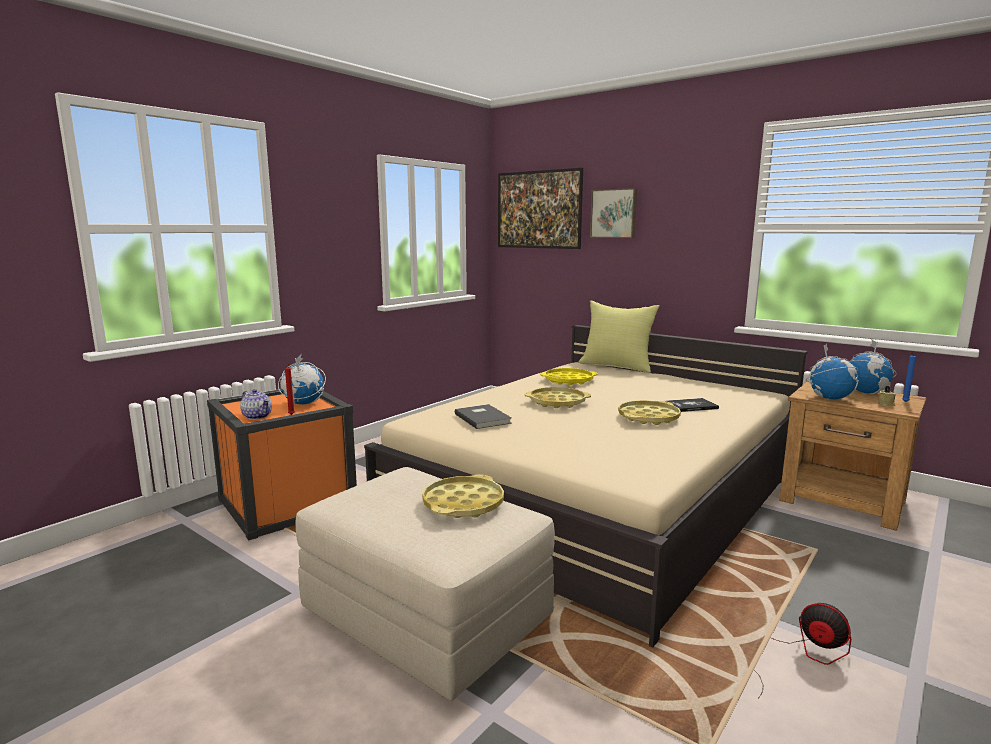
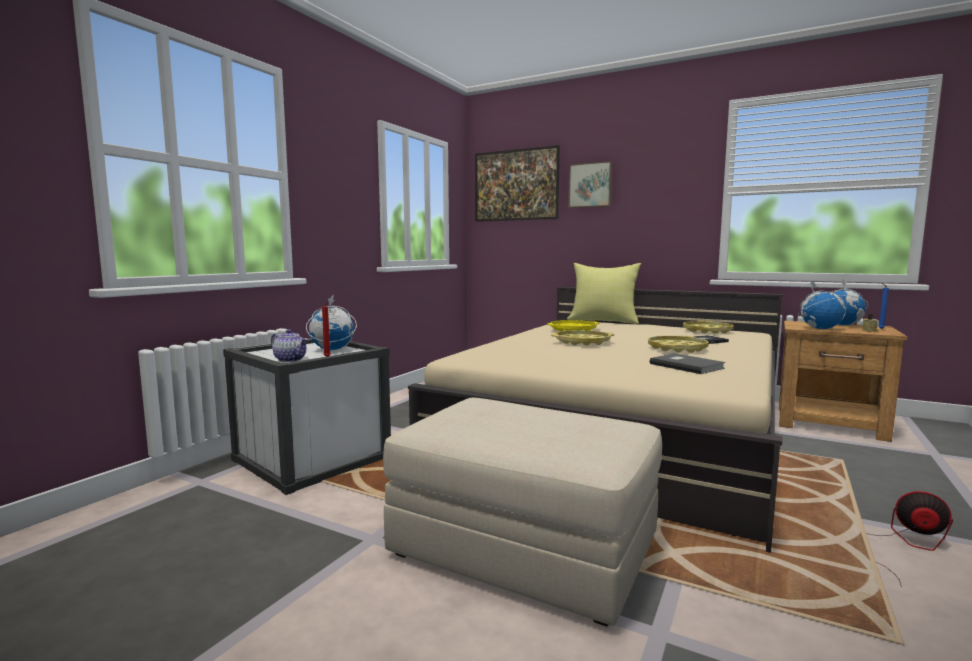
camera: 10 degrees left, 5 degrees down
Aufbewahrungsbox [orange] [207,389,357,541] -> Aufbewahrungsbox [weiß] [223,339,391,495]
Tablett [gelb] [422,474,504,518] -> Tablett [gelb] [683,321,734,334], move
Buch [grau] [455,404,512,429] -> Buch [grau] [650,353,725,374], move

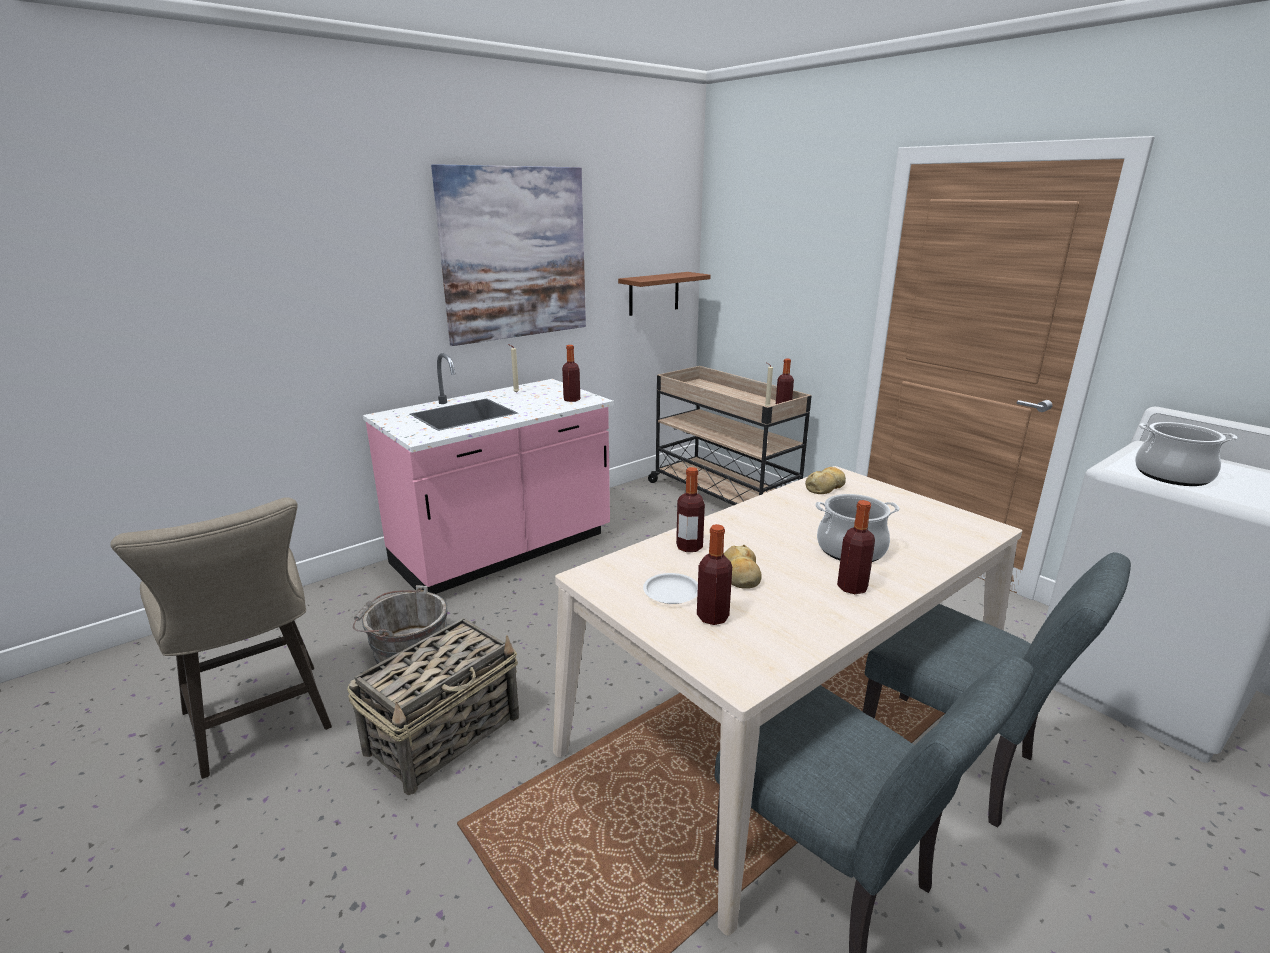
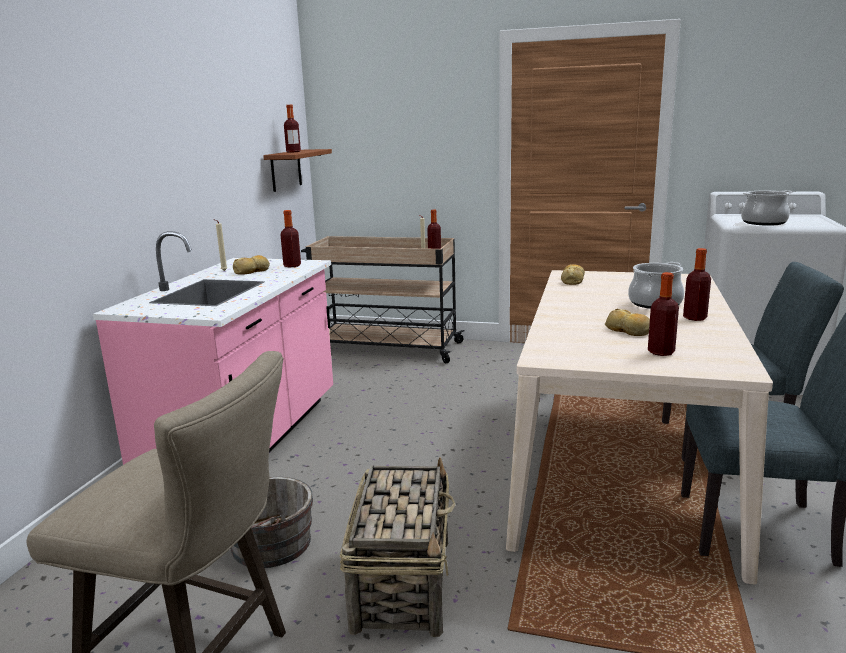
camera: 35 degrees left, 5 degrees down
Bild [431,164,586,346] -> none
Teller [weiß] [643,573,698,604] -> none
Flasche [676,467,705,552] -> Flasche [284,105,301,152], move
none -> Brot [233,255,270,275]

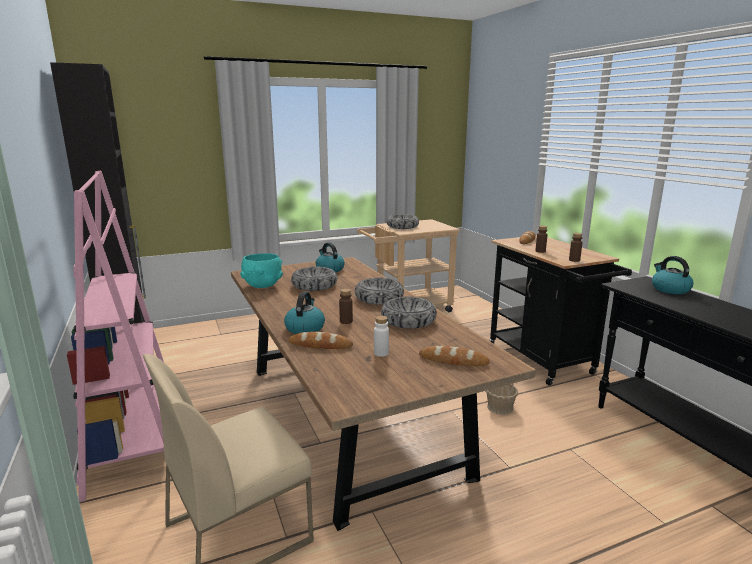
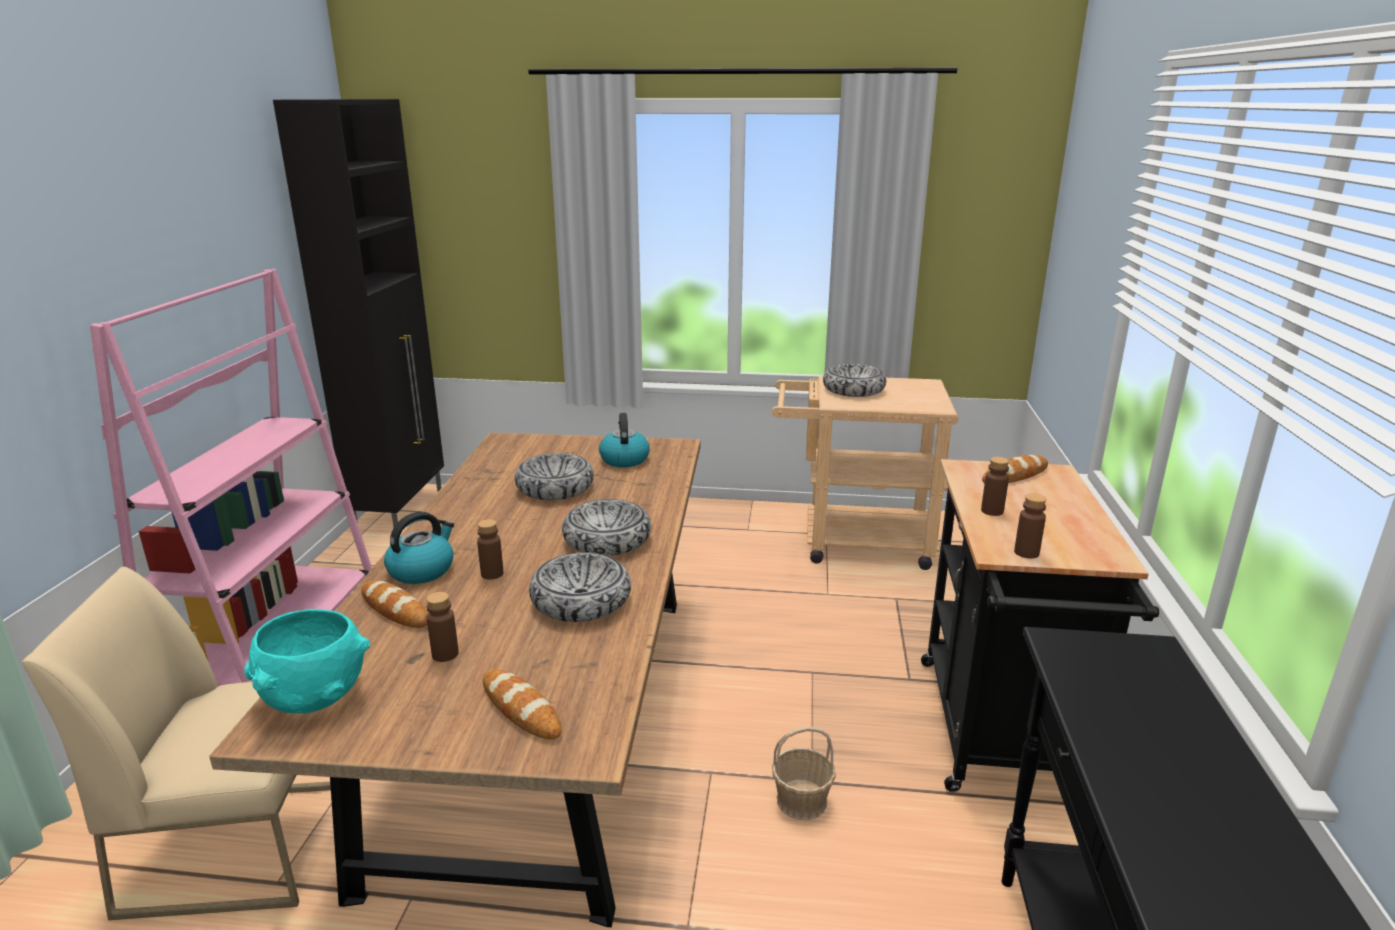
camera: 30 degrees right, 5 degrees up
Schüssel [türkis] [240,253,283,288] -> Schüssel [türkis] [244,609,370,713], move
Flasche [weiß] [374,316,389,357] -> Flasche [braun] [427,592,459,662]
Wasserkessel [652,256,694,294] -> none

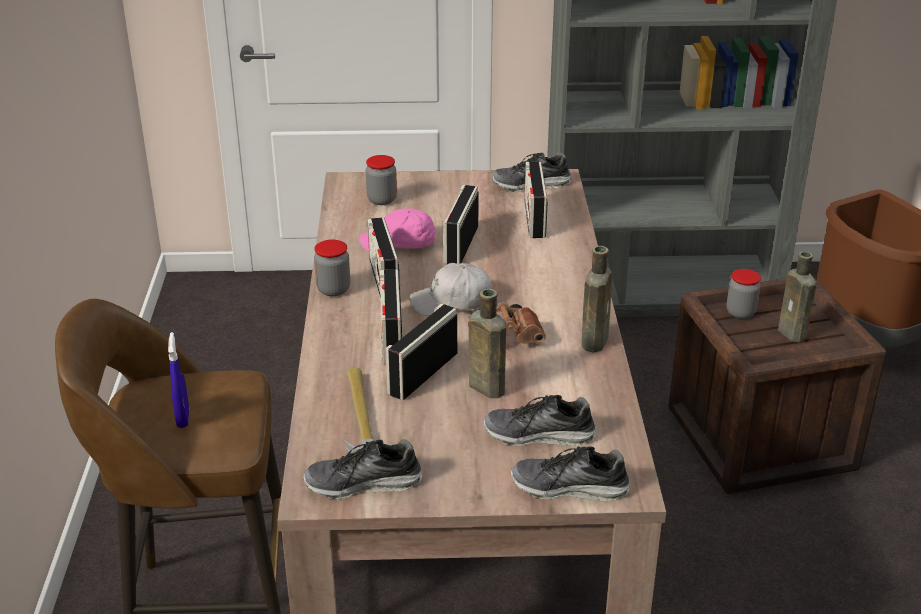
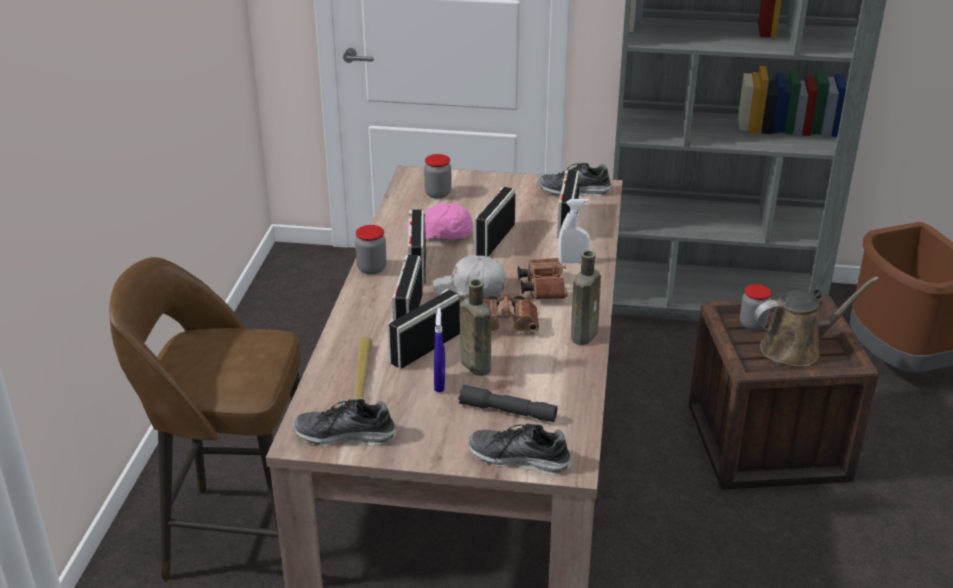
camera: 10 degrees right, 0 degrees up
Sprühflasche [blau] [168,332,189,428] -> Sprühflasche [blau] [434,308,445,392], move
Schuh [483,395,596,446] -> Taschenlampe [grau] [458,385,557,422]
Flasche [braun] [778,251,817,342] -> Gießkanne [braun] [754,277,879,367]
none -> Fernglas [braun] [518,258,567,299]
none -> Sprühflasche [weiß] [558,199,590,263]

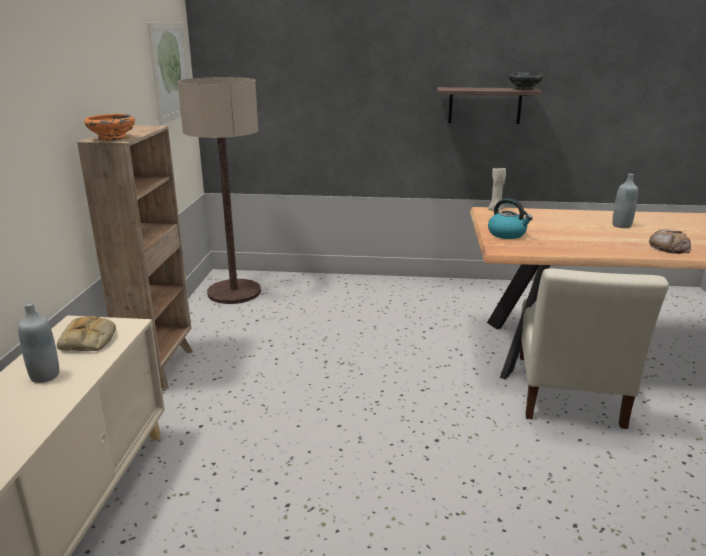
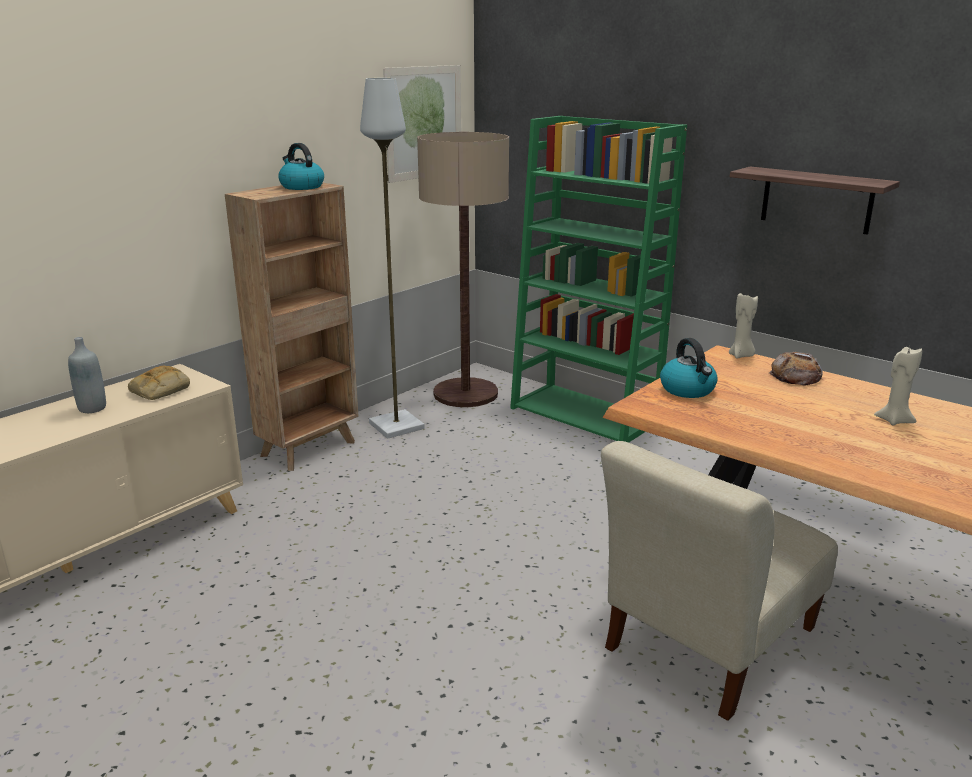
camera: 35 degrees right, 0 degrees up
Schüssel [orange] [84,114,135,141] -> none
Schüssel [schwarz] [509,73,543,90] -> none
Flasche [grau] [612,174,638,228] -> Kerze [beige] [874,347,922,425]
Brot [649,229,691,254] -> Brot [769,352,823,386], move
none -> Wasserkessel [278,143,324,190]
none -> Stehlampe [grau] [360,78,425,439]
none -> Bücherregal [grün] [510,116,687,443]

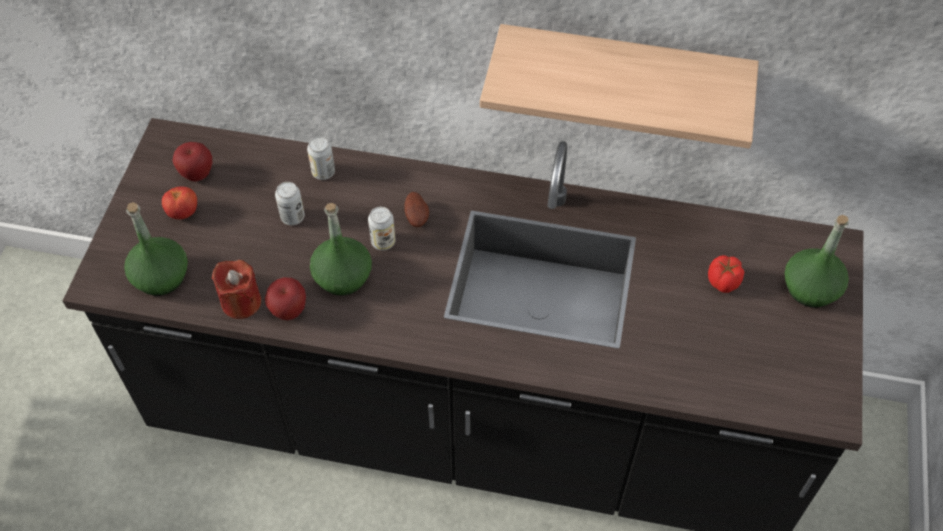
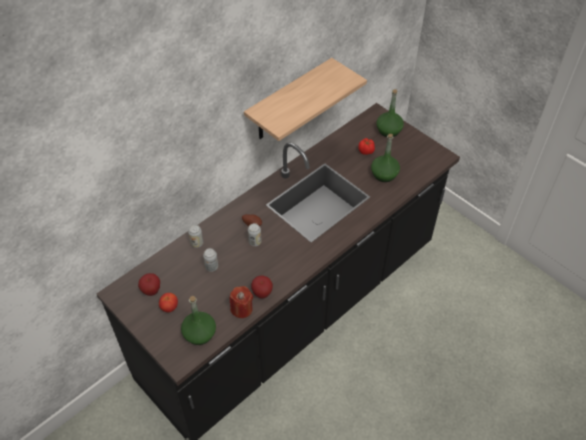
camera: 55 degrees left, 5 degrees down
Flasche [grün] [310,203,372,296] -> Flasche [grün] [371,134,400,182], move

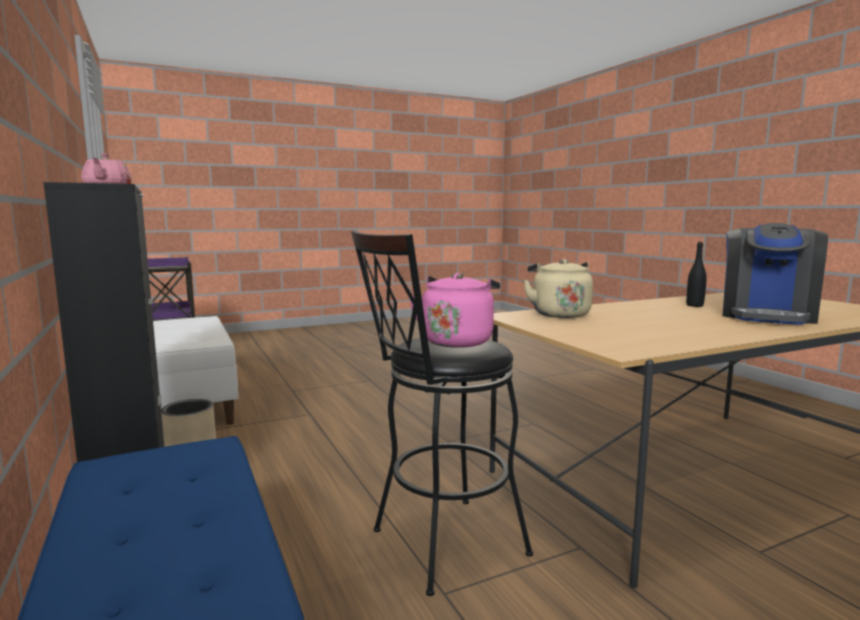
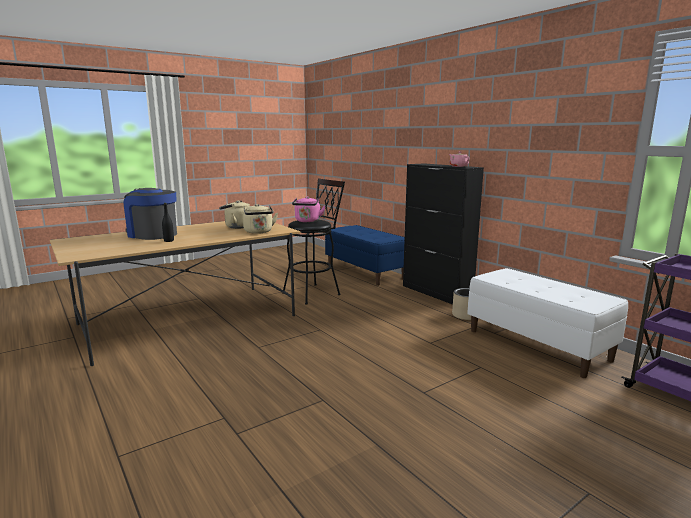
camera: 170 degrees right, 5 degrees up
Kaffeemaschine [723,223,828,325] -> Kaffeemaschine [124,188,177,240], 75 degrees counterclockwise
none -> Wasserkessel [beige] [219,201,250,229]

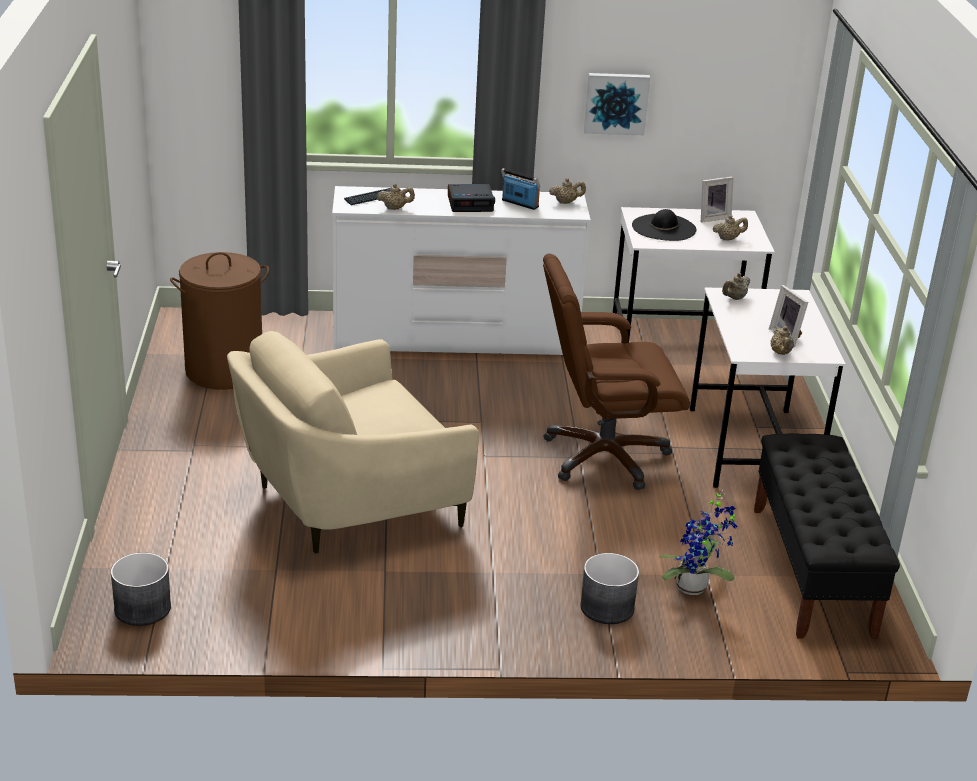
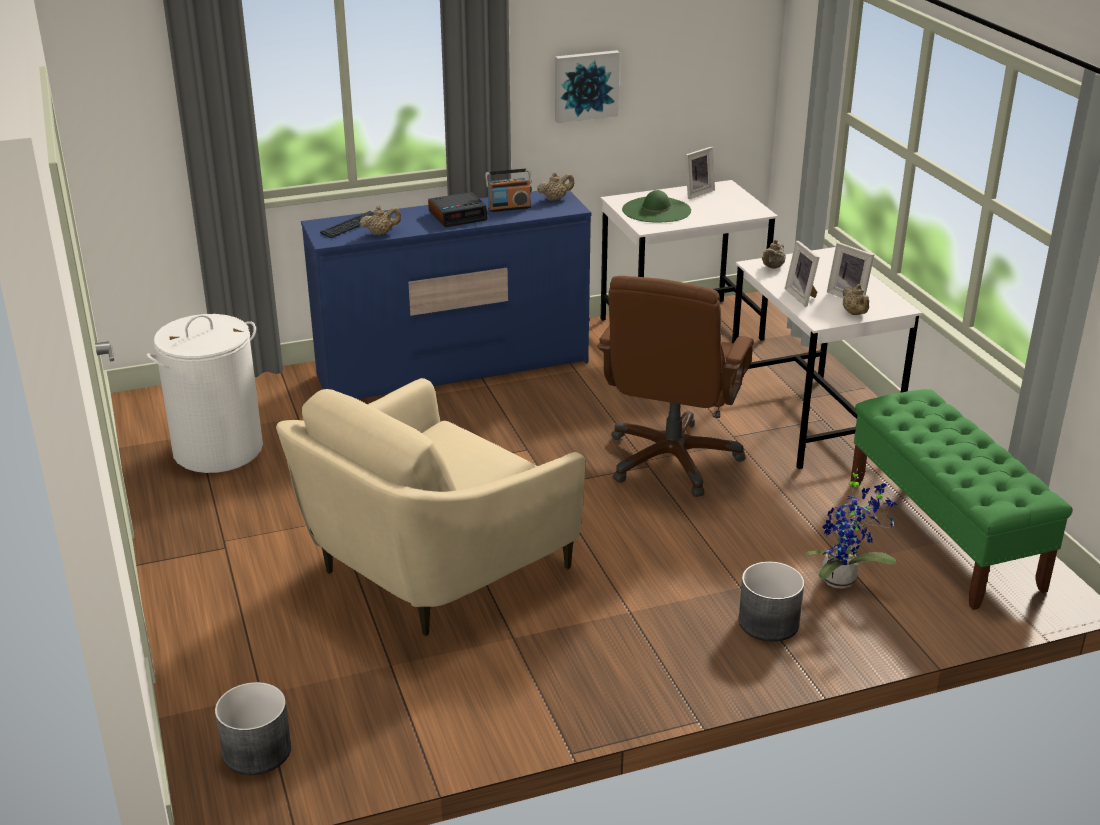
camera: 15 degrees left, 0 degrees up
Wäschekorb [braun] [170,252,269,390] -> Wäschekorb [weiß] [146,314,263,473]
Kommode [weiß] [332,186,591,355] -> Kommode [blau] [301,190,591,399]
Radio [501,168,540,210] -> Radio [485,168,532,212], 150 degrees clockwise
Bürostuhl [braun] [543,254,690,490] -> Bürostuhl [braun] [597,276,754,497], 45 degrees counterclockwise
Hut [schwarz] [632,209,696,241] -> Hut [grün] [622,190,691,222]
Teekanne [beige] [713,215,748,241] -> none
Bank [schwarz] [754,433,900,639] -> Bank [grün] [851,389,1073,610]
none -> Bilderrahmen [785,241,820,307]

